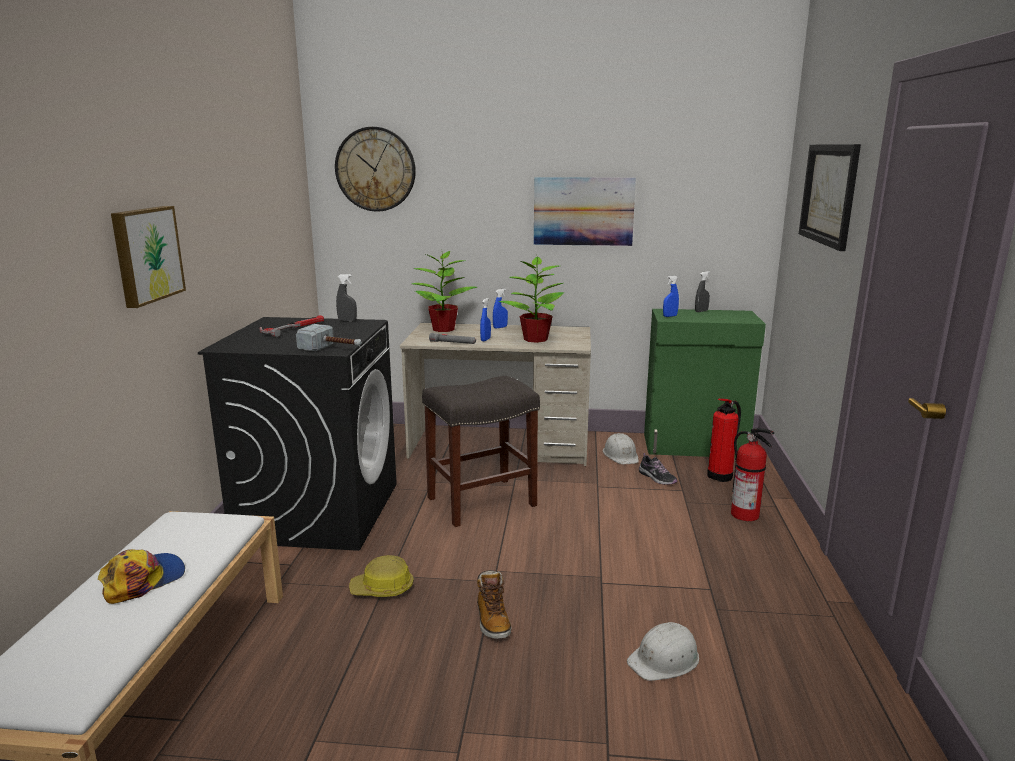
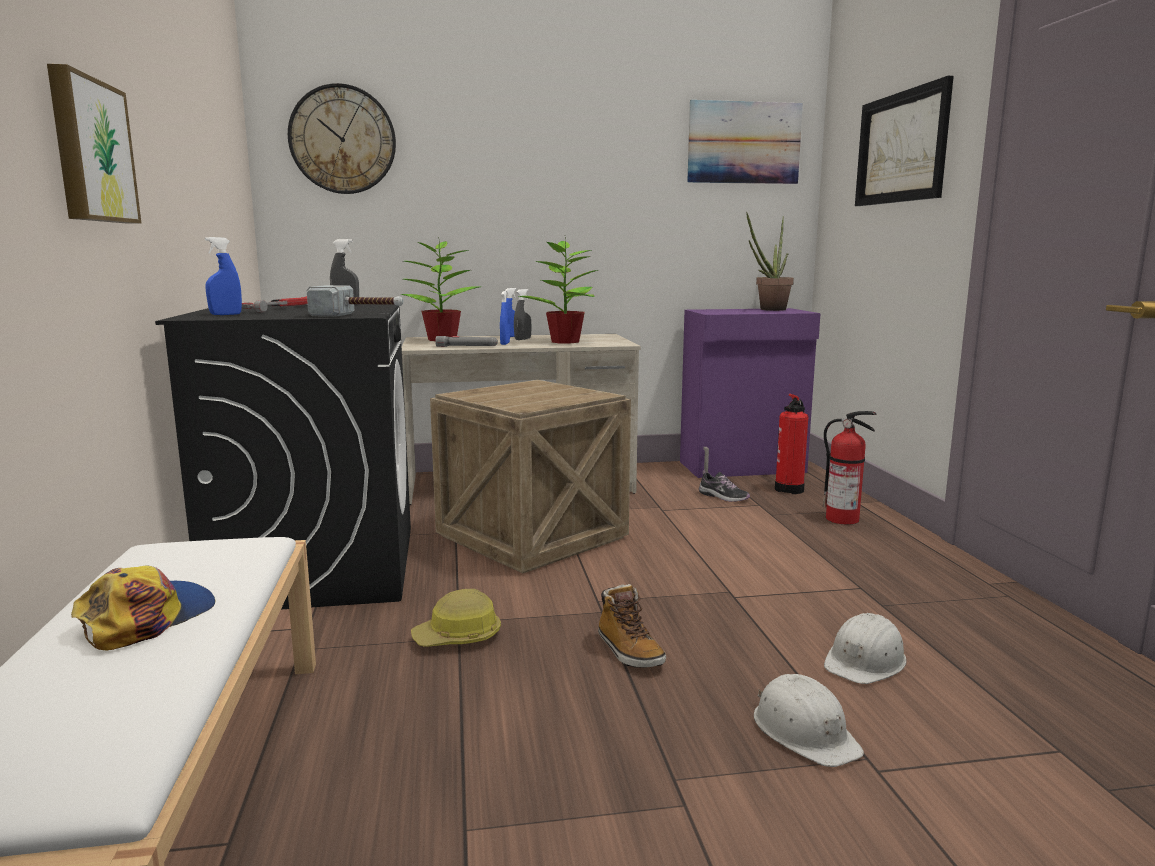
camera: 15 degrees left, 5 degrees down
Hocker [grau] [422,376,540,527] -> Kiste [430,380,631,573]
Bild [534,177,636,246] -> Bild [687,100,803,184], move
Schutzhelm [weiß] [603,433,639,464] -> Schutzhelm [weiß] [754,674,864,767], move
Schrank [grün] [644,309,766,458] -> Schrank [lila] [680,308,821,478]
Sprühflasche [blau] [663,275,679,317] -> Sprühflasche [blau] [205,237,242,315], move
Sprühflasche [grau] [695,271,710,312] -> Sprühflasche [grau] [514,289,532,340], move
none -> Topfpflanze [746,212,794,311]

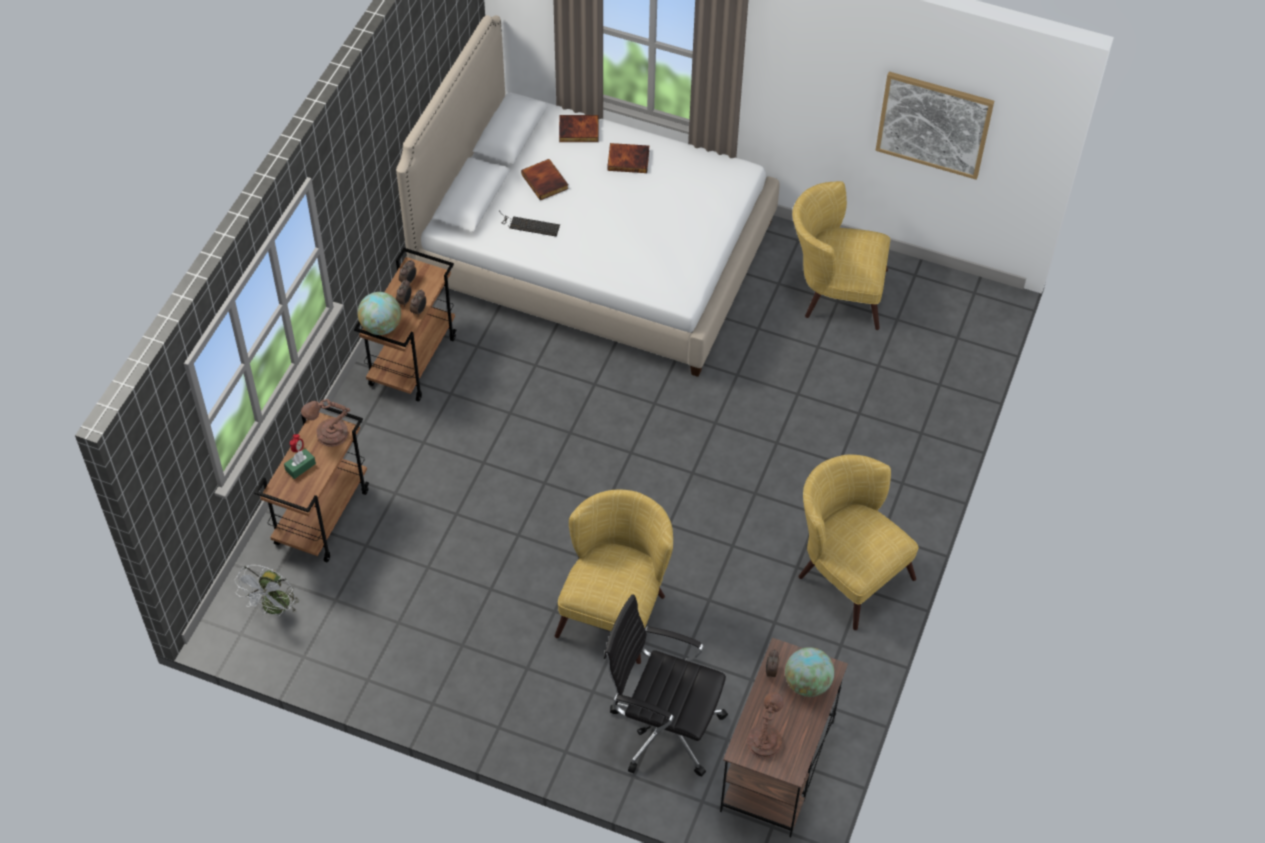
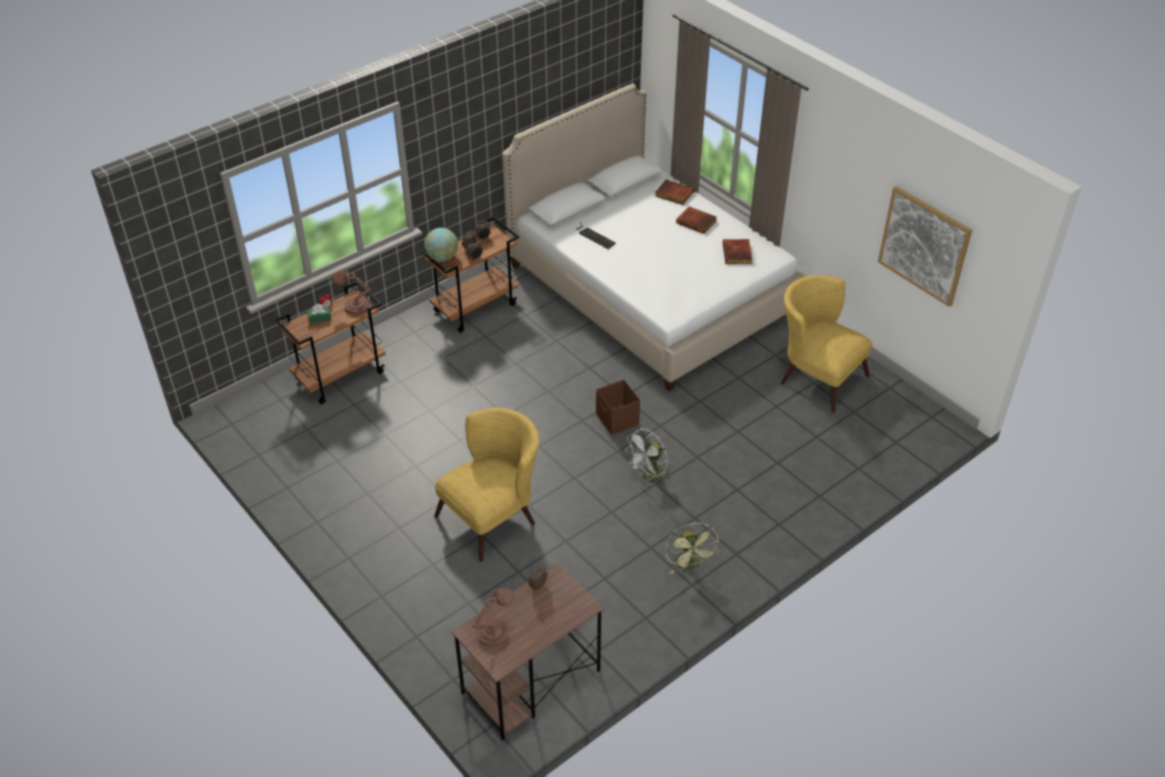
camera: 30 degrees right, 10 degrees down
Ventilator [weiß] [235,565,299,617] -> Ventilator [weiß] [625,429,671,485], move
Buch [521,159,569,200] -> Buch [722,239,752,264], move
Bürostuhl [schwarz] [604,594,728,777] -> none
Globus [785,647,834,697] -> none
Sessel [gelb] [798,454,918,630] -> Ventilator [grün] [665,523,719,574]
none -> Aufbewahrungsbox [braun] [596,380,640,435]

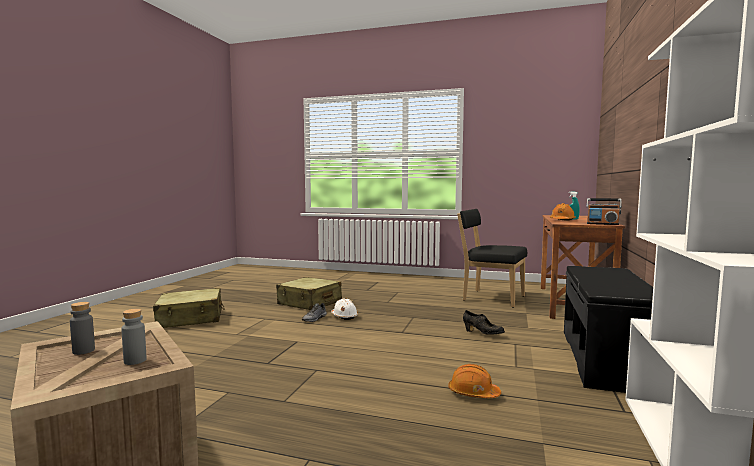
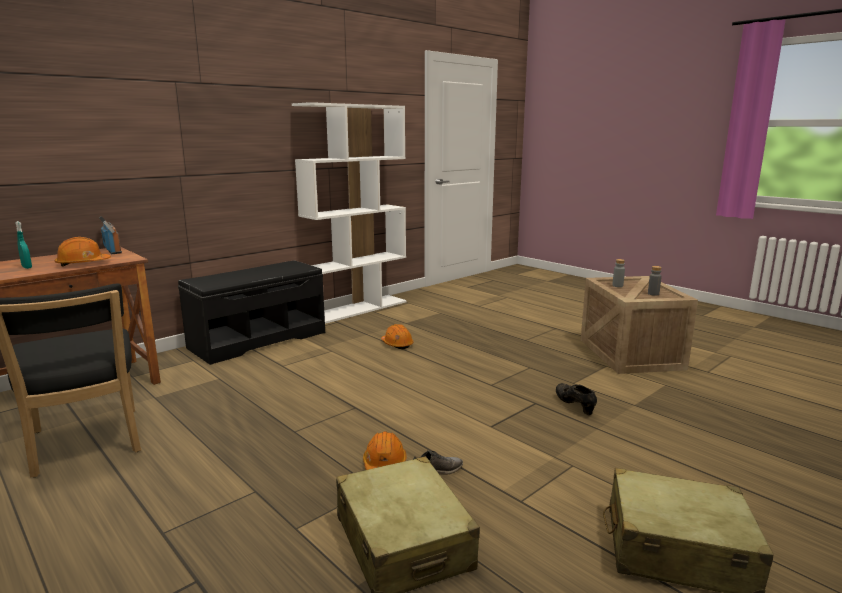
camera: 150 degrees left, 10 degrees up
Schutzhelm [weiß] [331,298,358,320] -> Schutzhelm [orange] [363,431,407,470]
Schuh [schwarz] [463,310,505,335] -> Schuh [schwarz] [556,383,597,415], move

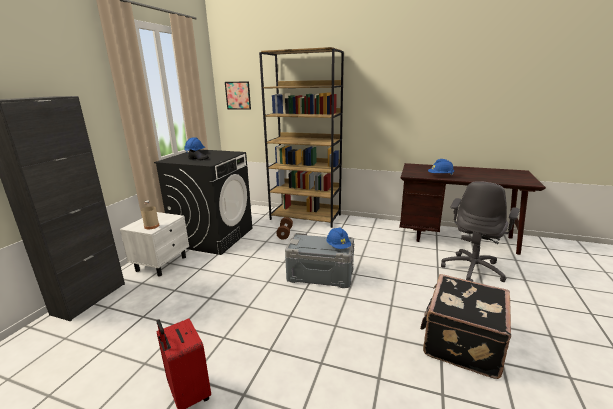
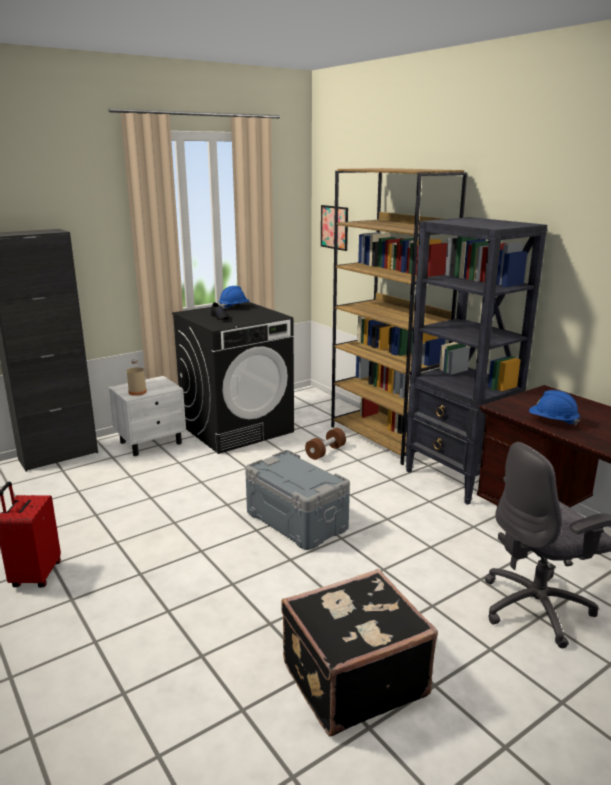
camera: 35 degrees right, 0 degrees up
Schutzhelm [blau] [326,227,351,249] -> none
none -> Bücherregal [schwarz] [405,217,547,505]

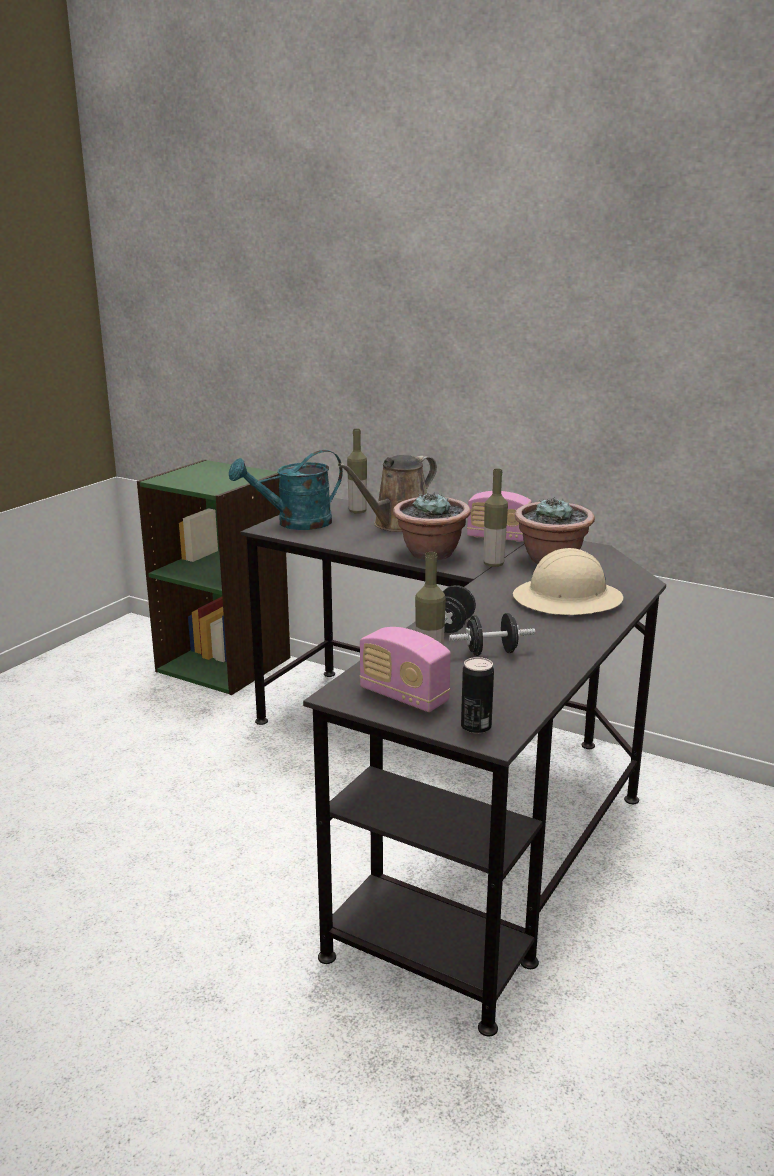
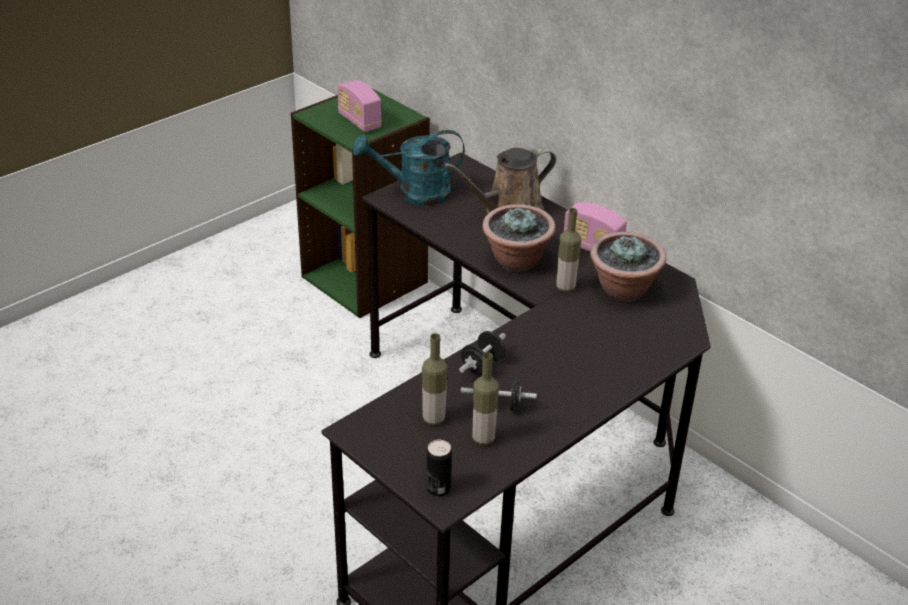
camera: 15 degrees right, 15 degrees up
Flasche [347,429,367,514] -> Flasche [472,352,499,445], move
Radio [359,627,451,712] -> Radio [337,80,382,132], move
Schutzhelm [beige] [513,548,623,615] -> none

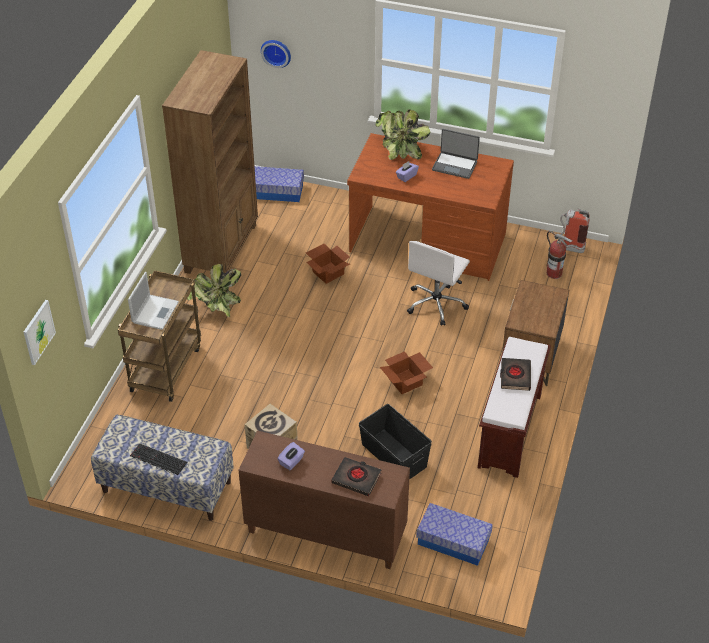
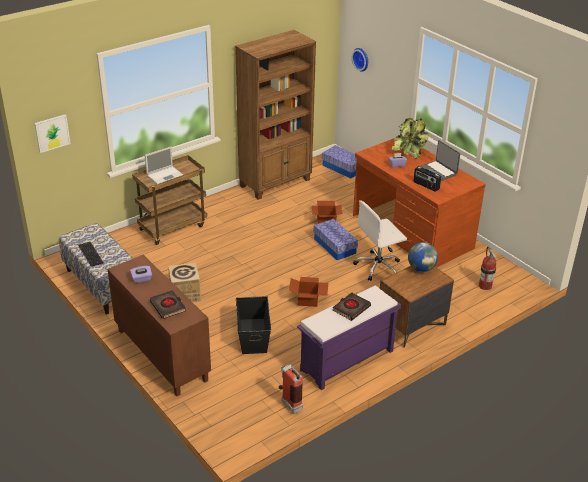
camera: 35 degrees right, 10 degrees down
Topfpflanze [187,264,241,317] -> none
Aufbewahrungsbox [416,503,493,566] -> Aufbewahrungsbox [314,219,358,260], move
Bank [braun] [478,337,551,478] -> Bank [lila] [297,286,401,390]
Feuerlöscher [554,209,590,253] -> Feuerlöscher [279,365,303,414], move
none -> Globus [408,242,438,272]
none -> Radio [413,166,441,192]

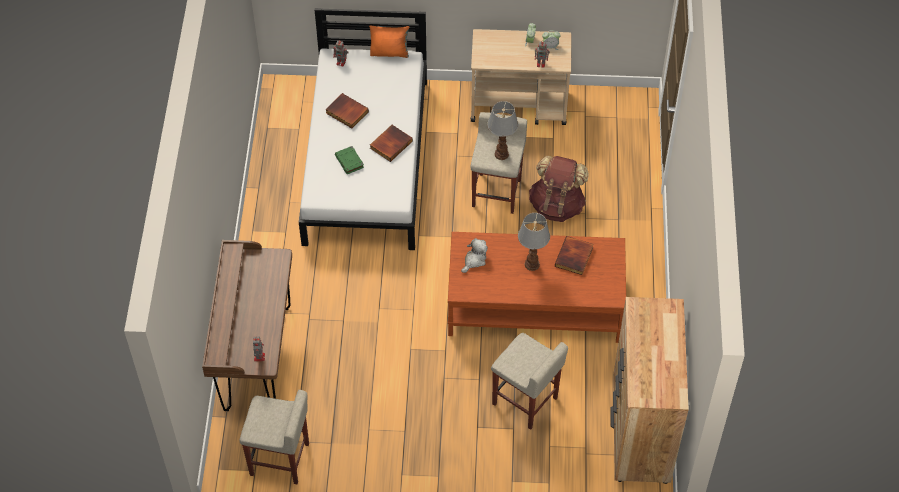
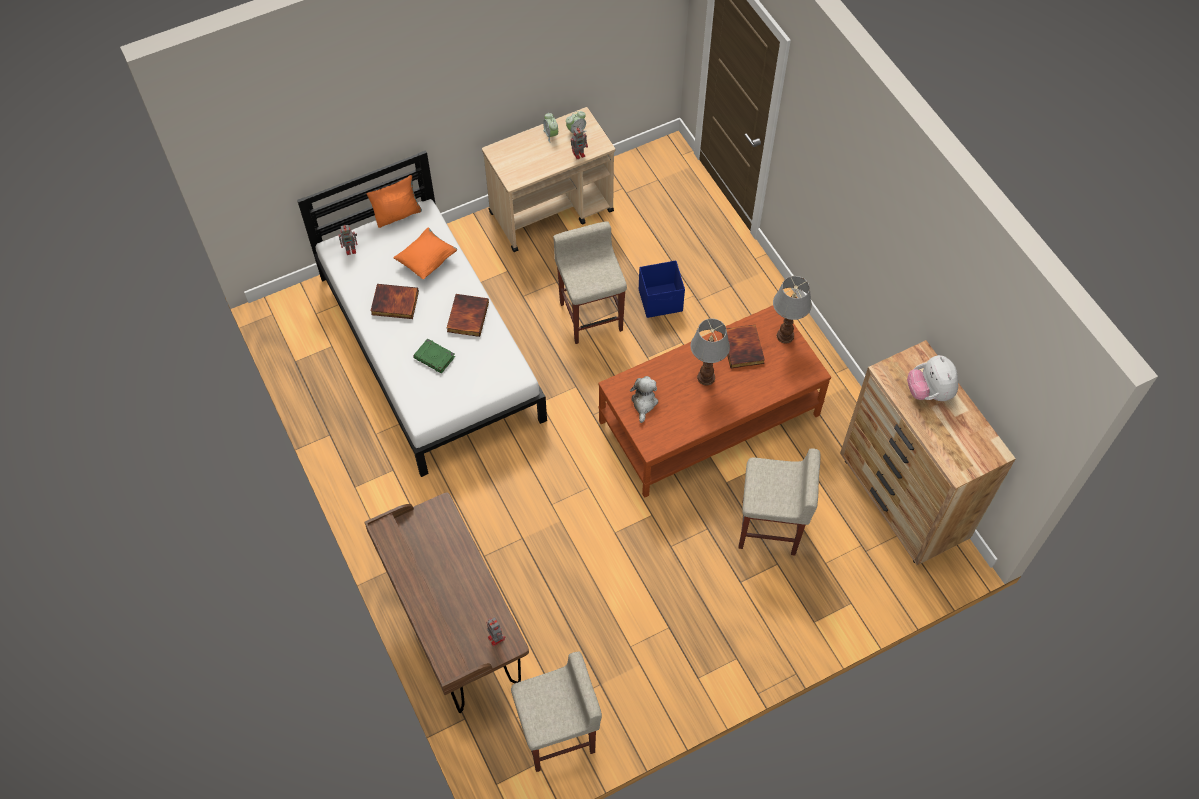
camera: 30 degrees left, 5 degrees up
Tischlampe [487,101,518,160] -> Tischlampe [773,276,812,343], move
Rucksack [braun] [529,156,589,222] -> Aufbewahrungsbox [blau] [639,261,685,318]
none -> Kissen [orange] [393,228,457,279]
none -> Plüschtier [907,355,958,401]

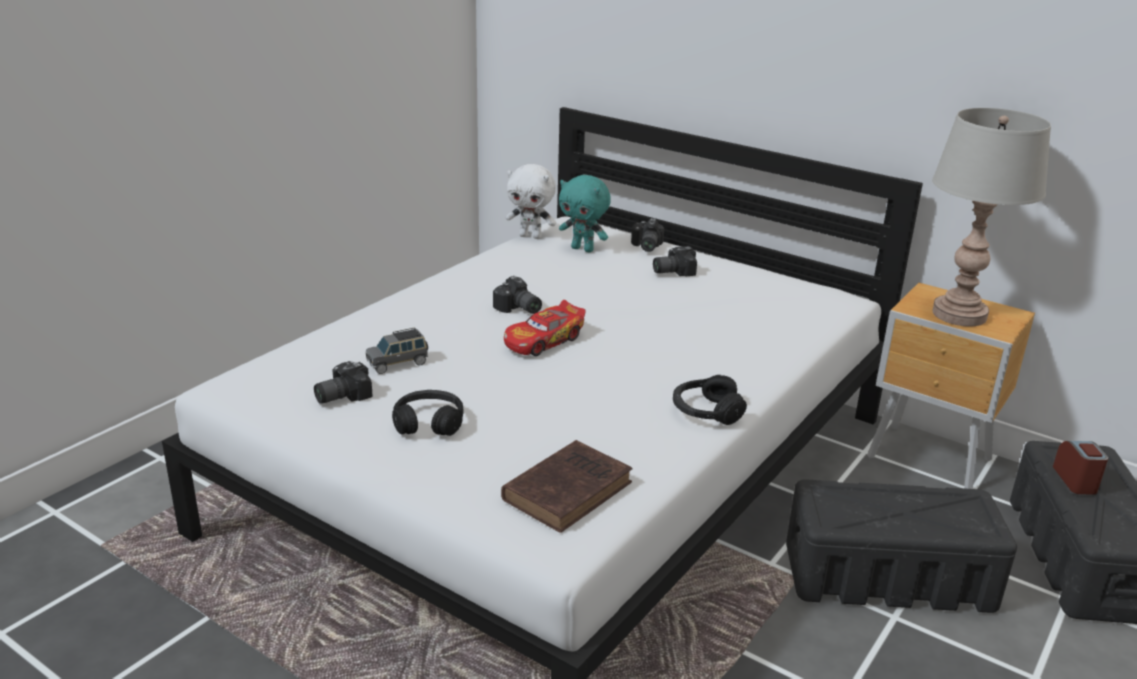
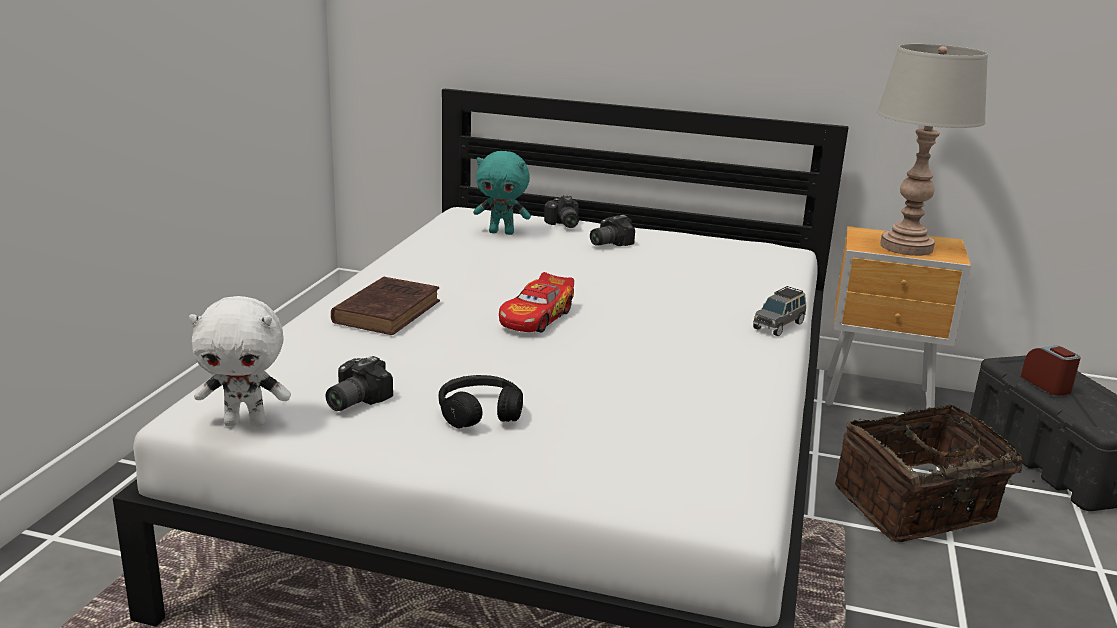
camera: 20 degrees left, 5 degrees down
Spielzeugauto [grau] [366,327,428,374] -> Spielzeugauto [grau] [753,286,806,336], move
Kamera [493,276,542,314] -> none
Buch [braun] [501,440,633,533] -> Buch [braun] [331,276,440,335], move
Plüschtier [weiß] [506,164,556,239] -> Plüschtier [weiß] [189,296,291,427], move
Kopfhörer [schwarz] [673,375,747,425] -> none
Aufbewahrungsbox [schwarz] [786,479,1017,613] -> Korb [835,404,1035,542]

